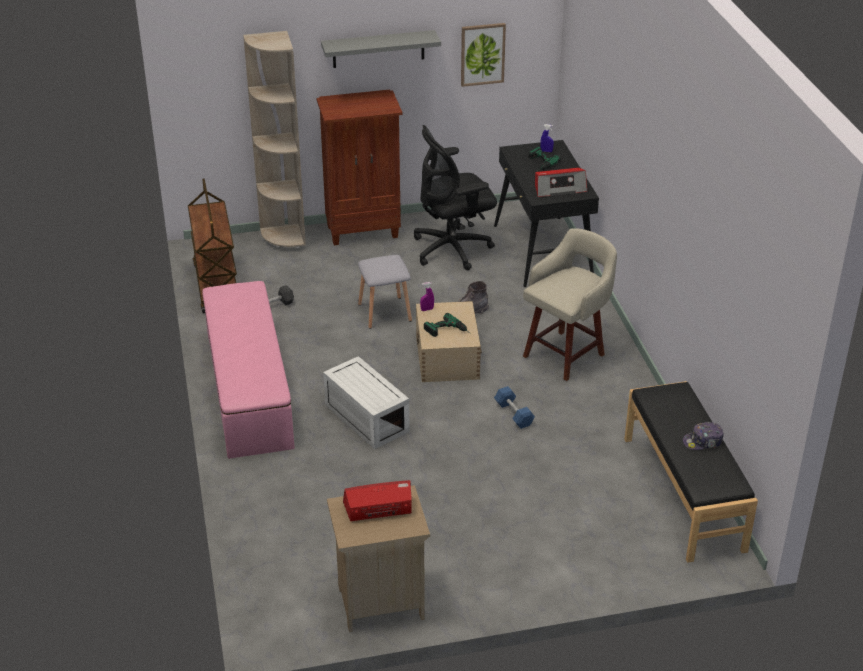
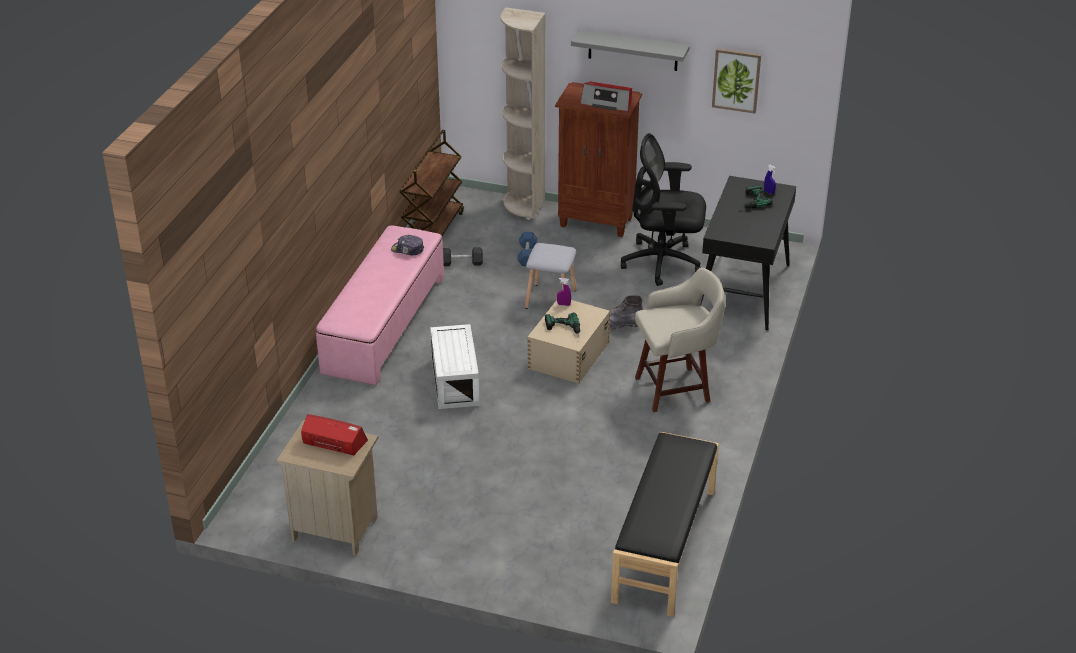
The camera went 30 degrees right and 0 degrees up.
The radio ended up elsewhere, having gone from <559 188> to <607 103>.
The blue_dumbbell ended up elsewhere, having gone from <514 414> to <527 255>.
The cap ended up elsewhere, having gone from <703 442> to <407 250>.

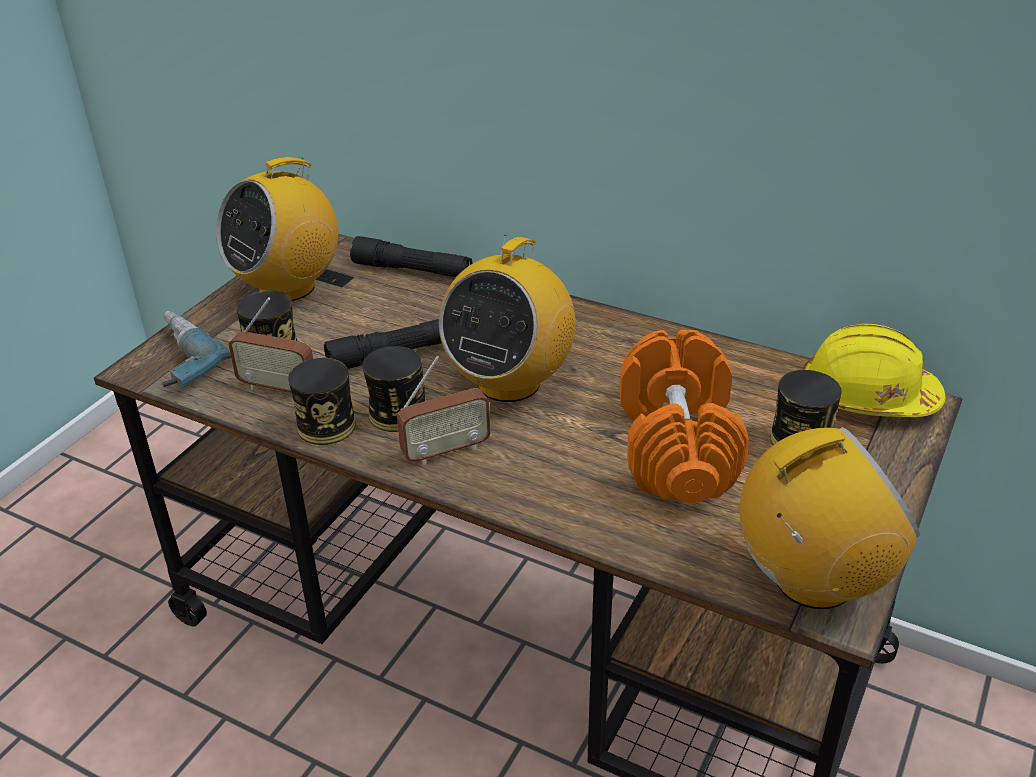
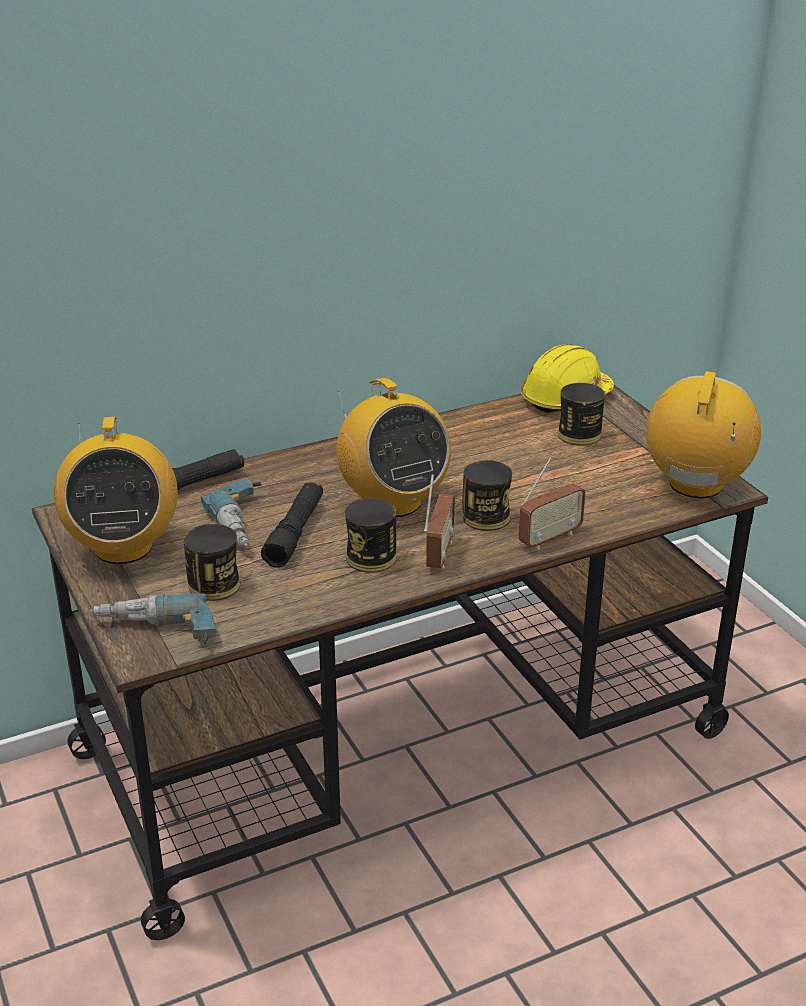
The camera went 55 degrees left and 5 degrees down.
The radio ended up elsewhere, having gone from <278 388> to <549 538>.
The second view lost the orange_dumbbell at <678 446>.
The can ended up elsewhere, having gone from <326 426> to <486 517>.
The second view gained the power_drill at <247 524>.

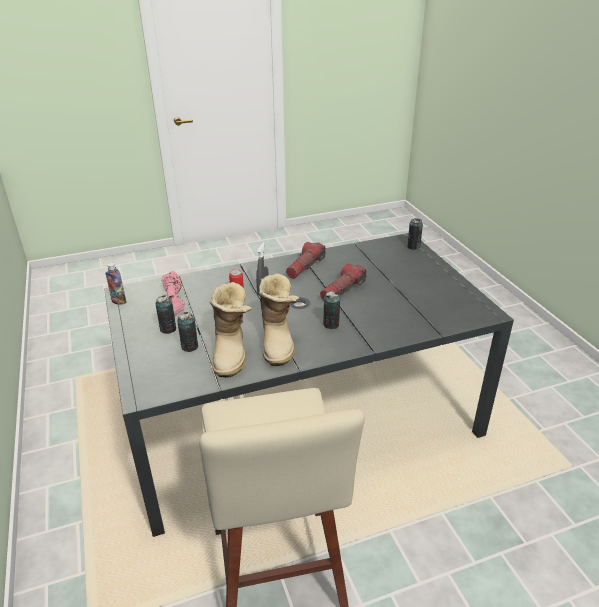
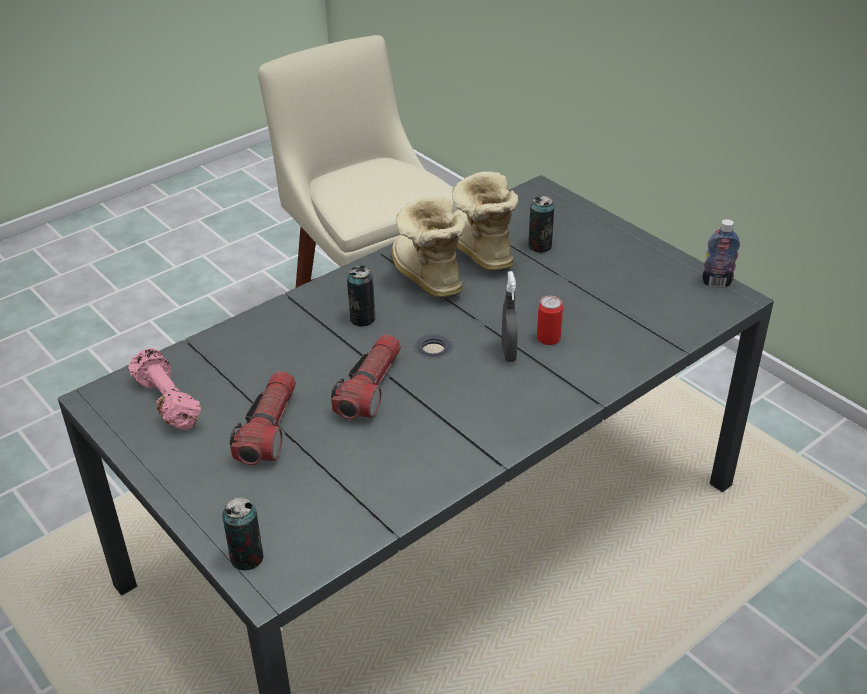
The camera went 160 degrees right and 5 degrees up.
The flashlight ended up elsewhere, having gone from <305 266> to <268 429>.
The pink_dumbbell ended up elsewhere, having gone from <174 302> to <166 402>.
The second view lost the can at <168 329>.

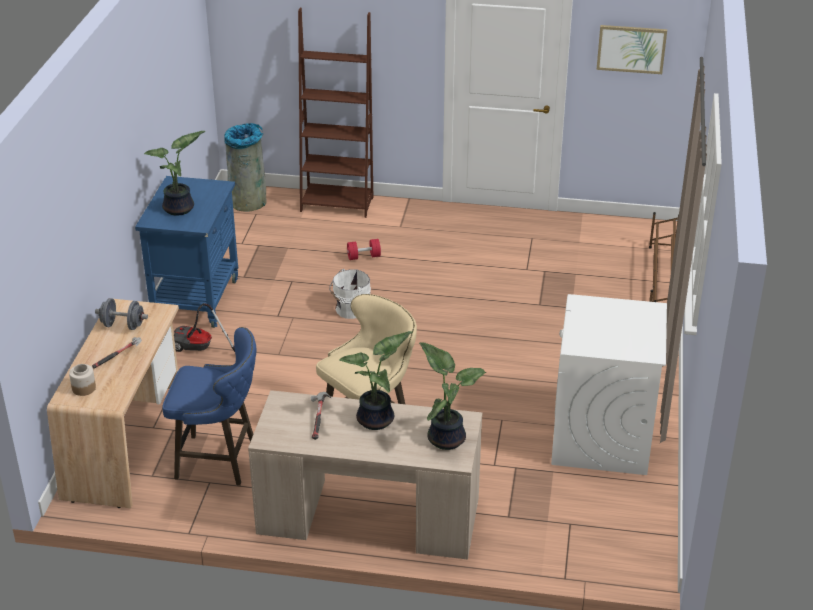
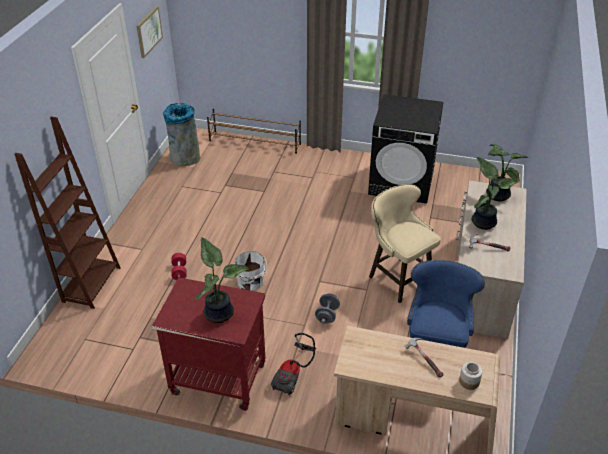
The camera went 85 degrees left and 5 degrees up.
The grey_trash_can ended up elsewhere, having gone from <248 200> to <185 158>.
What was the blue_cart at <197 300> turned into the red_cart at <217 380>.
What was the white_washing_machine at <601 437> turned into the black_washing_machine at <401 182>.
The grey_dumbbell ended up elsewhere, having gone from <123 325> to <327 315>.

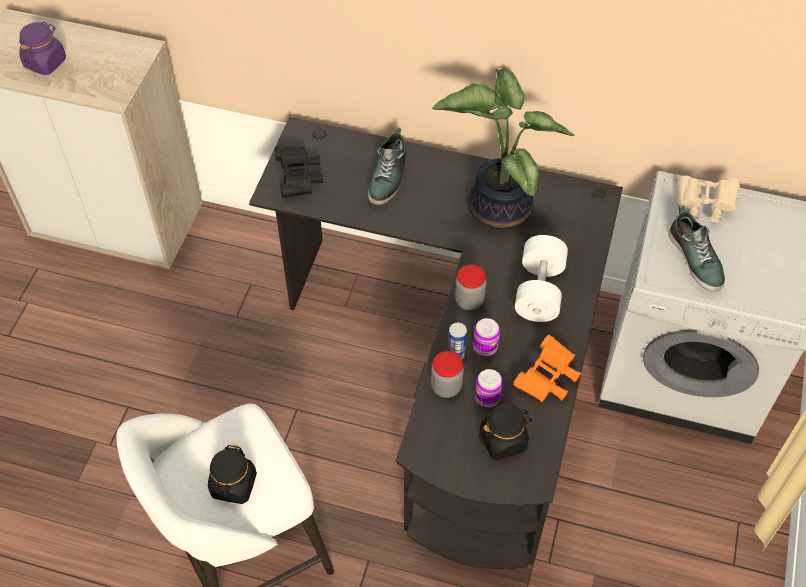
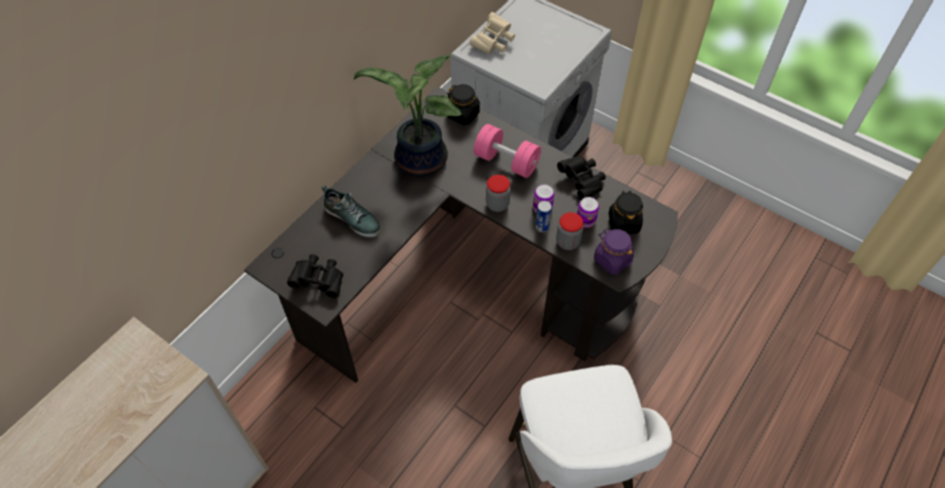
The camera went 70 degrees left and 0 degrees up.
The purple_jar ended up elsewhere, having gone from <45 62> to <612 260>.
The second view lost the shoe at <696 258>.
What was the white_dumbbell at <539 290> turned into the pink_dumbbell at <506 161>.
What was the orange_binoculars at <548 379> turned into the black_binoculars at <582 182>.
The black_jar ended up elsewhere, having gone from <233 485> to <463 115>.

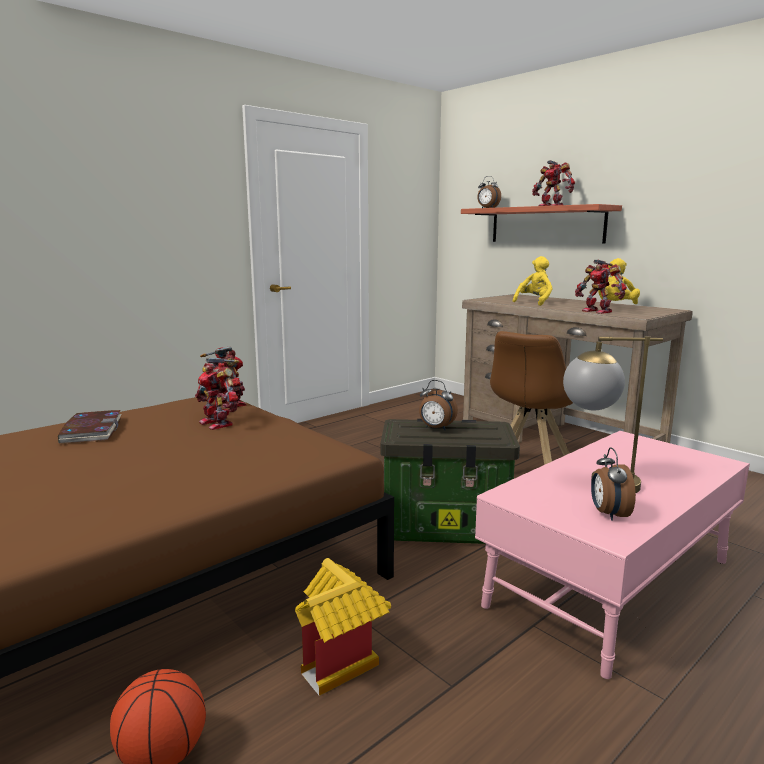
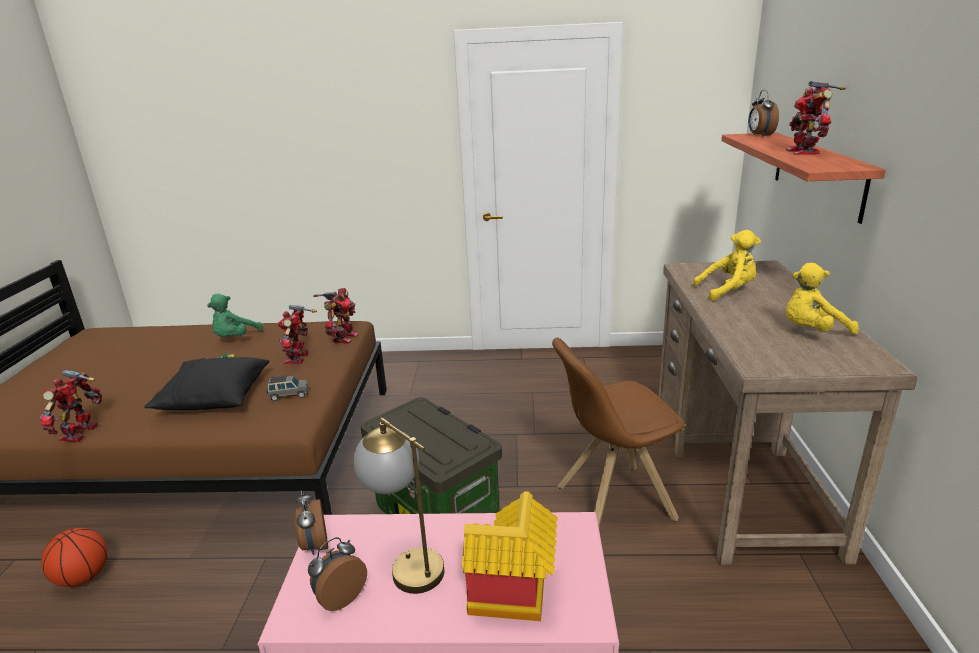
The camera went 45 degrees right and 10 degrees up.
The toy_robot ended up elsewhere, having gone from <598 311> to <82 432>.
The alarm_clock ended up elsewhere, having gone from <436 428> to <314 545>.
Where the book stood at <91 430>, the green_plush_toy came to stand at <235 338>.
The toy_house ended up elsewhere, having gone from <342 662> to <513 597>.
The second view gained the black_pillow at <215 398>.
The second view gained the grey_toy_car at <288 395>.

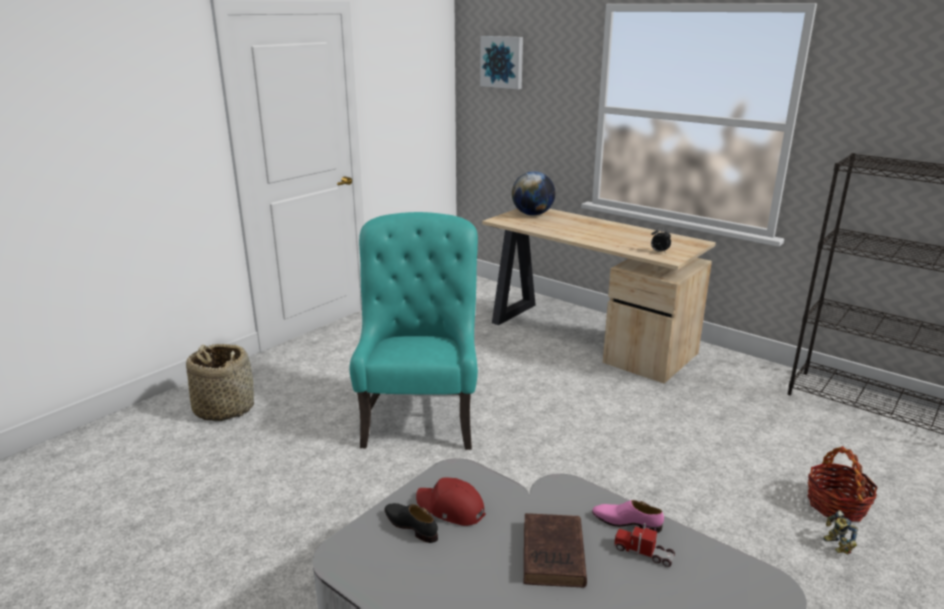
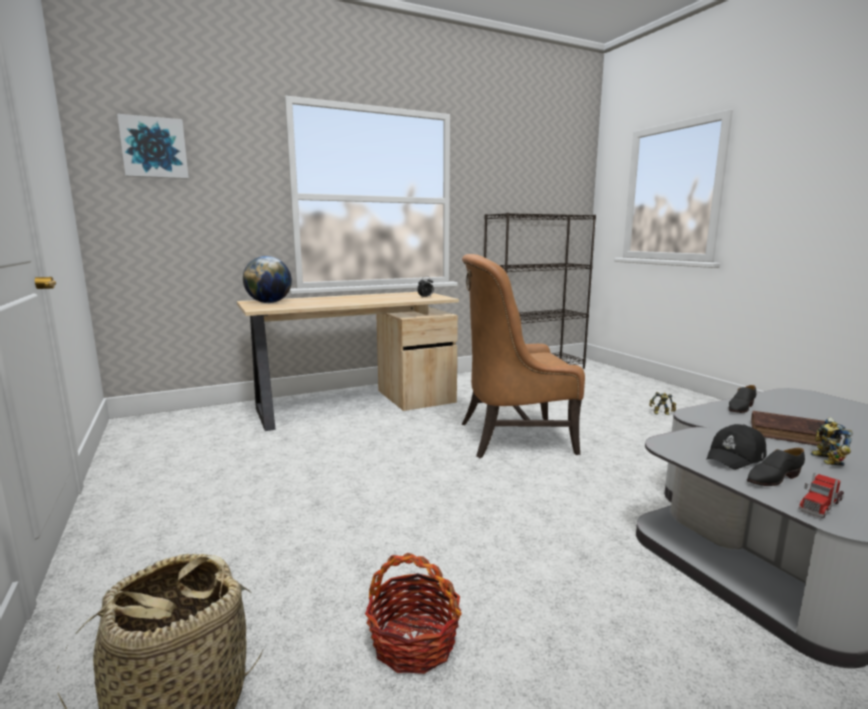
The camera went 65 degrees left and 10 degrees down.
The second view lost the turquoise_chair at <420 417>.
The basket ended up elsewhere, having gone from <836 505> to <413 642>.
What was the red_cap at <450 508> turned into the black_cap at <736 457>.
What was the pink_shoe at <626 522> turned into the black_shoe at <740 408>.
The toy_truck ended up elsewhere, having gone from <643 553> to <821 505>.
The second view gained the brown_chair at <513 437>.
The second view gained the toy_robot at <825 460>.

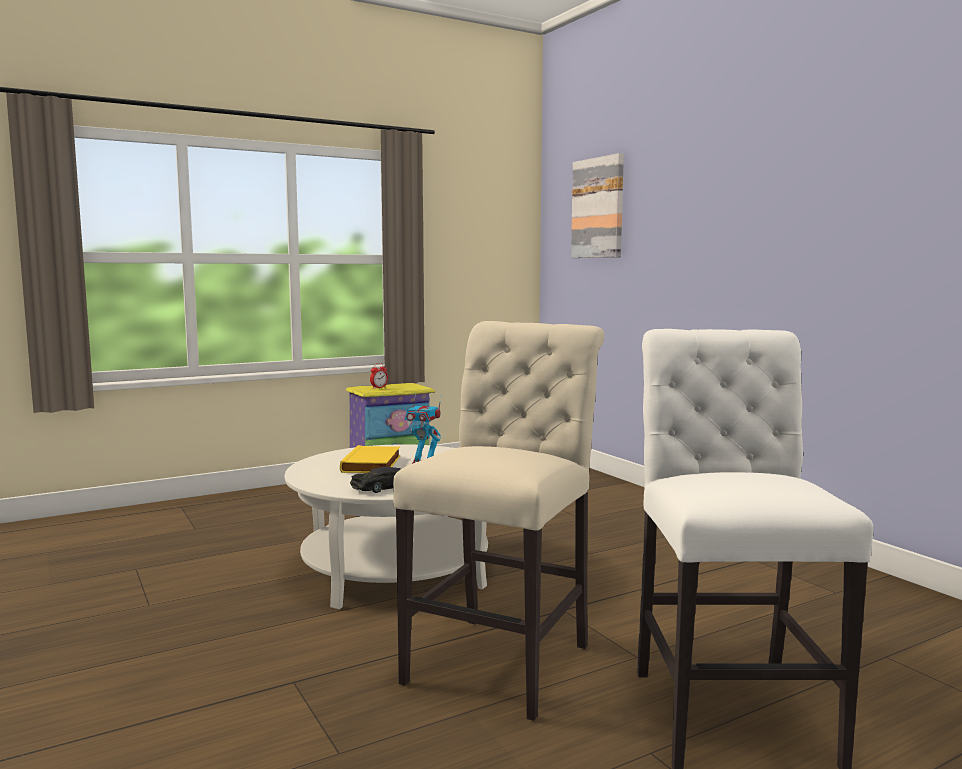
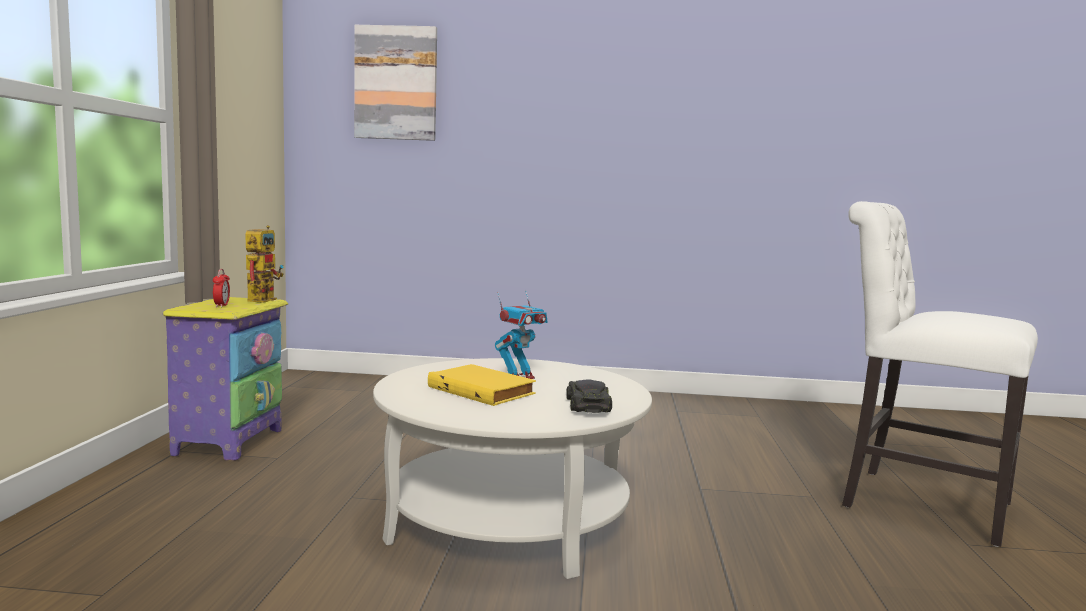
The camera went 55 degrees left and 0 degrees up.
The second view lost the beige_stool at <505 660>.
The second view gained the toy_robot at <263 299>.

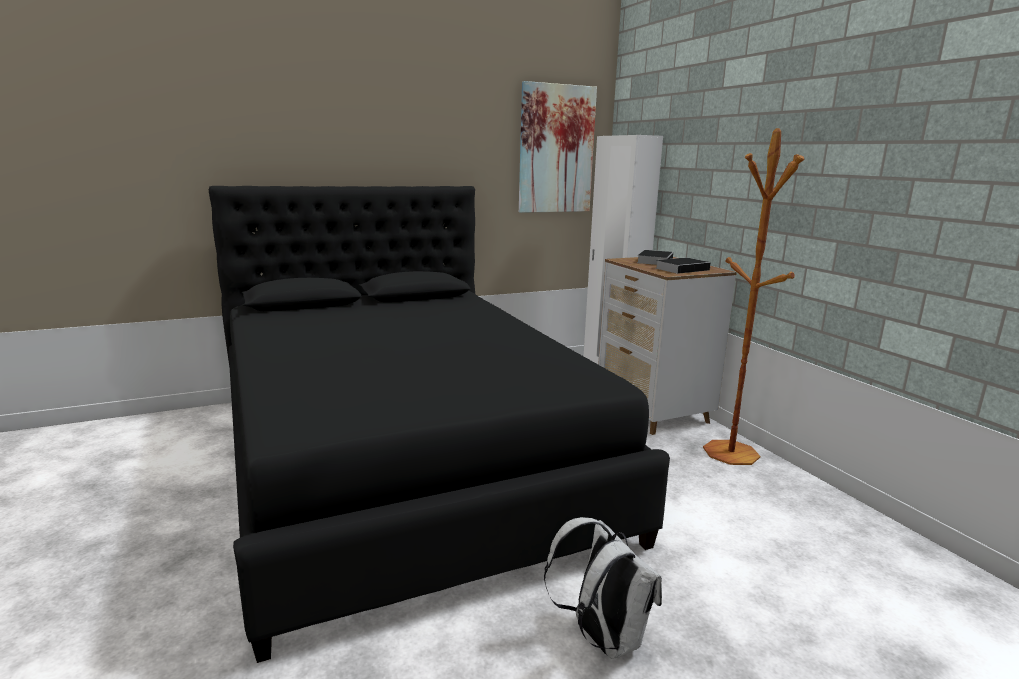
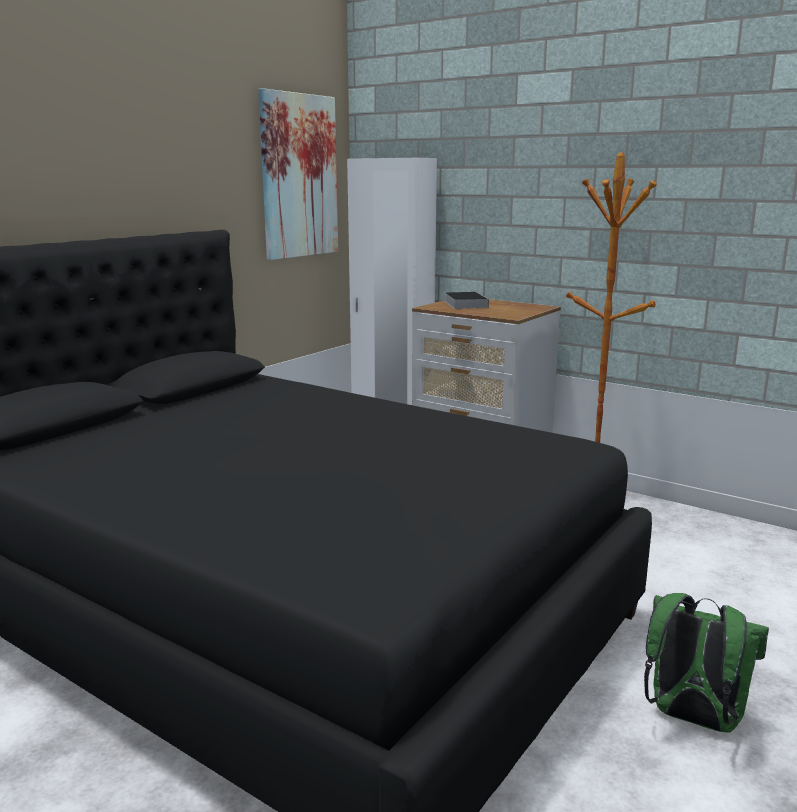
The camera went 30 degrees left and 0 degrees up.
The second view lost the book at <682 269>.
What was the white_backpack at <601 637> turned into the green_backpack at <691 718>.

